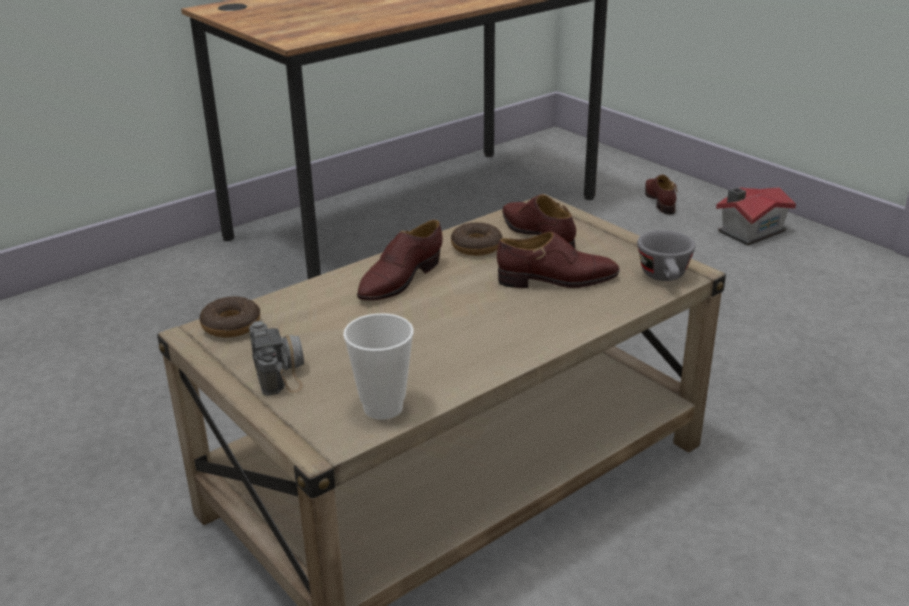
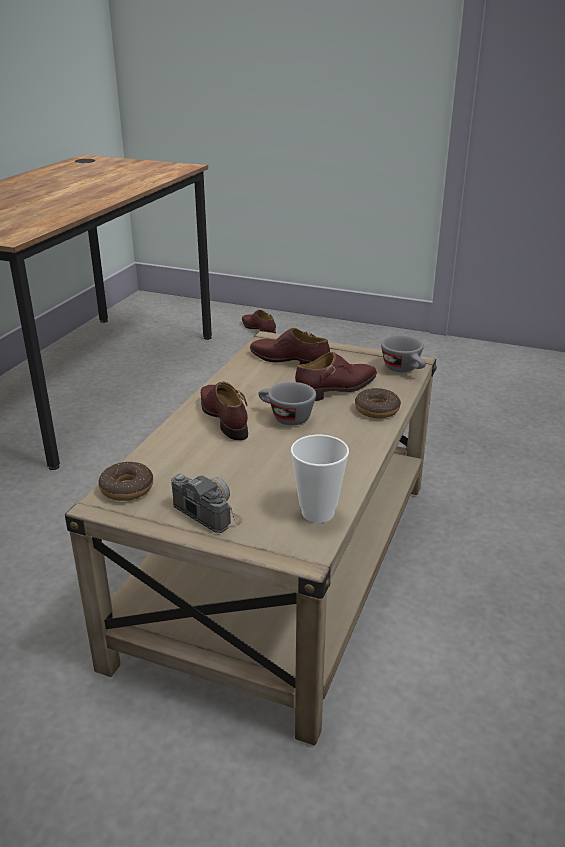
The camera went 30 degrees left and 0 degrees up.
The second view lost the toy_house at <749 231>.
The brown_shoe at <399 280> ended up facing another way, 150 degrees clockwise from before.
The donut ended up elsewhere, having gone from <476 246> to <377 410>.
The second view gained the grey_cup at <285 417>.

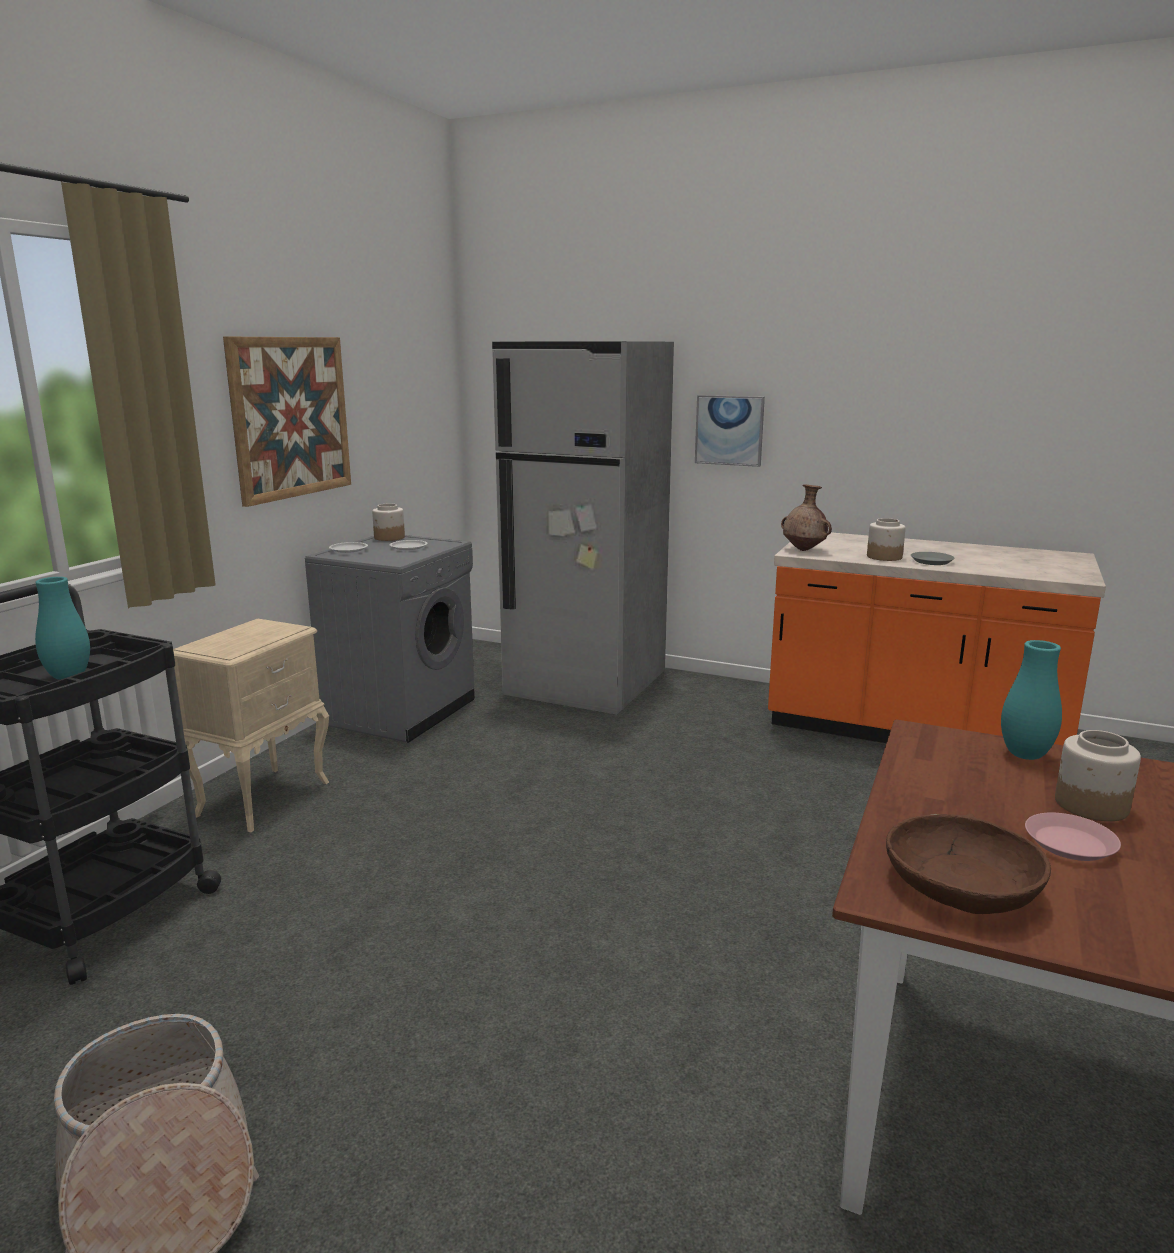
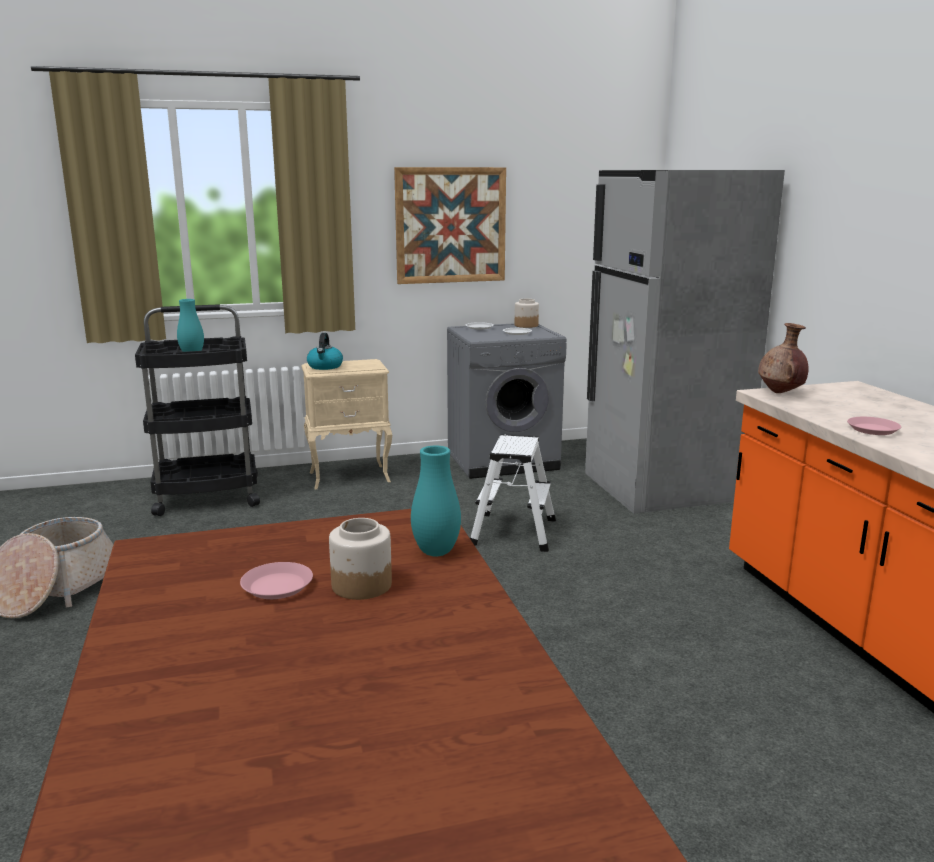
The camera went 50 degrees right and 0 degrees up.
The second view lost the picture at <729 430>.
The second view lost the jar at <884 557>.
What was the grey_plate at <932 561> turned into the pink_plate at <873 429>.
The second view lost the brown_bowl at <961 883>.
The second view gained the kettle at <325 366>.
The second view gained the white_step_ladder at <513 531>.

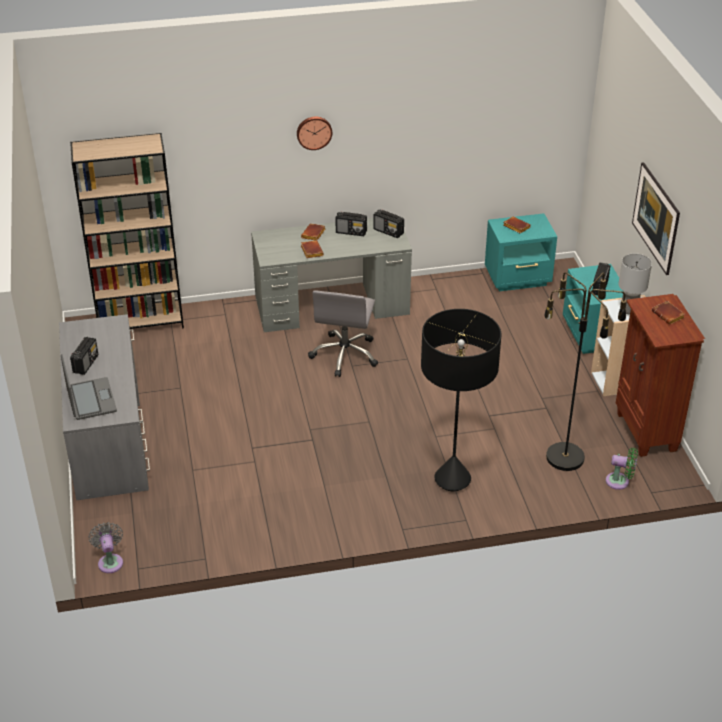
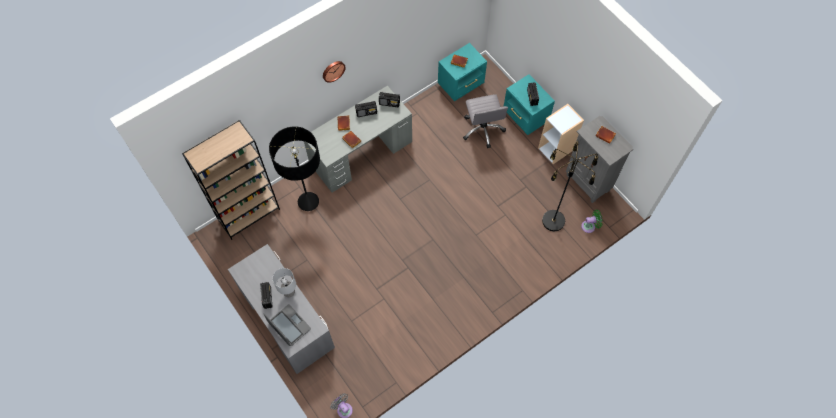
The camera went 25 degrees left and 25 degrees up.
The second view lost the picture at <653 233>.
The grey_table_lamp ended up elsewhere, having gone from <629 311> to <289 292>.
The grey_office_chair ended up elsewhere, having gone from <345 355> to <483 129>.
What was the brown_cabinet at <645 433> turned into the grey_cabinet at <587 183>.
The black_floor_lamp ended up elsewhere, having gone from <452 481> to <308 202>.

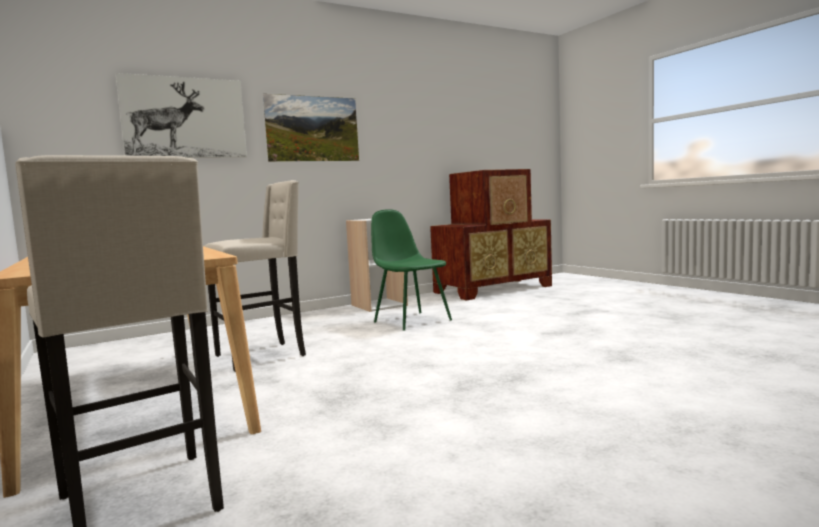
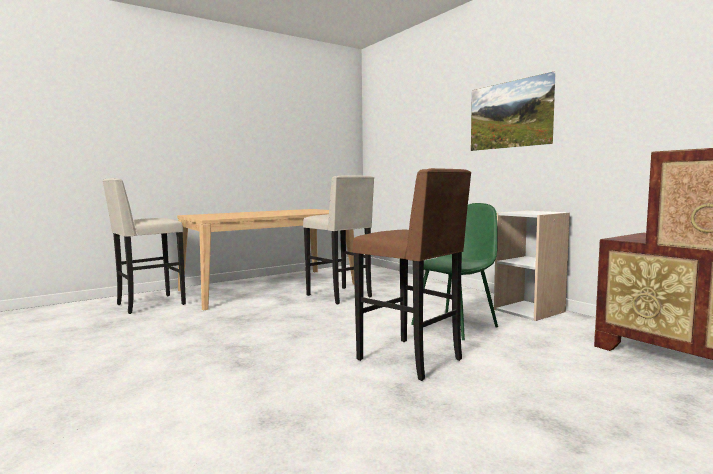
The camera went 85 degrees right and 0 degrees up.
The second view lost the picture at <184 118>.
The second view gained the brown_stool at <412 360>.

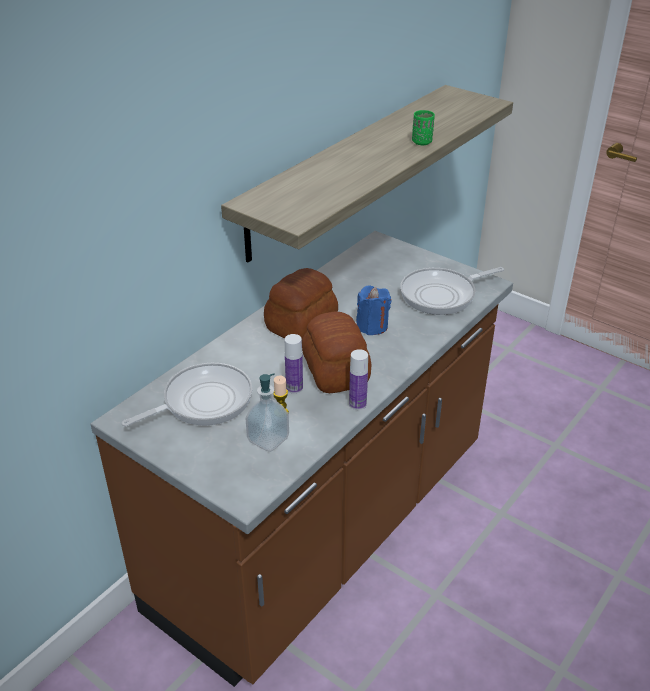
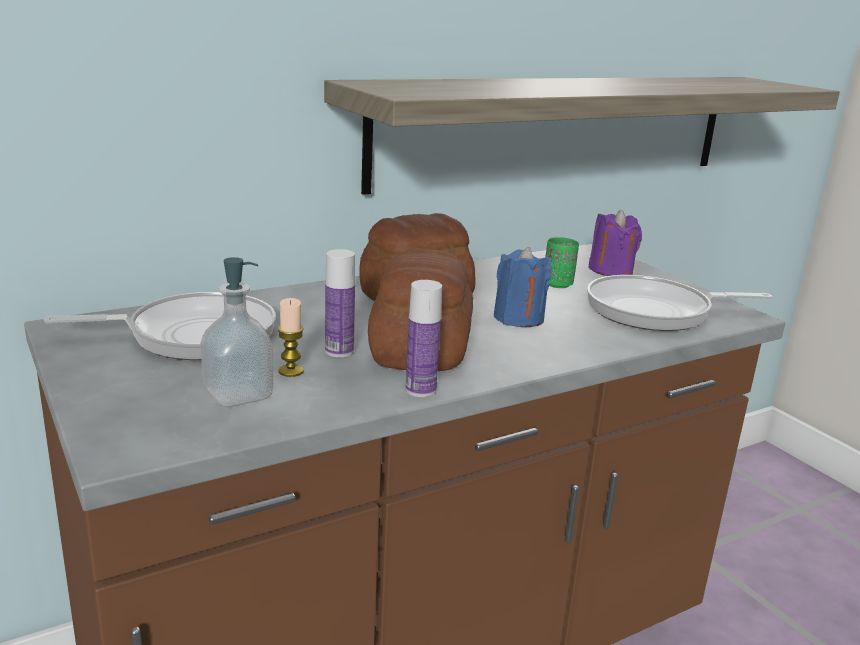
The camera went 20 degrees right and 15 degrees down.
The green_cup ended up elsewhere, having gone from <422 142> to <558 284>.
The second view gained the purple_candle at <611 270>.

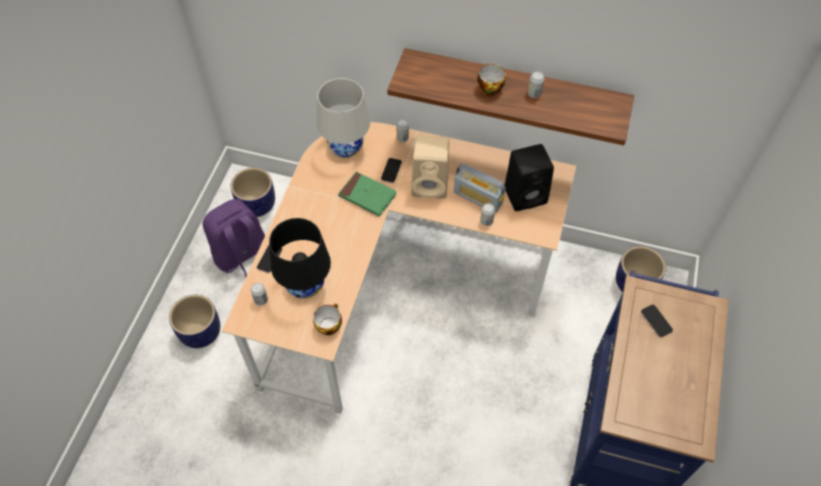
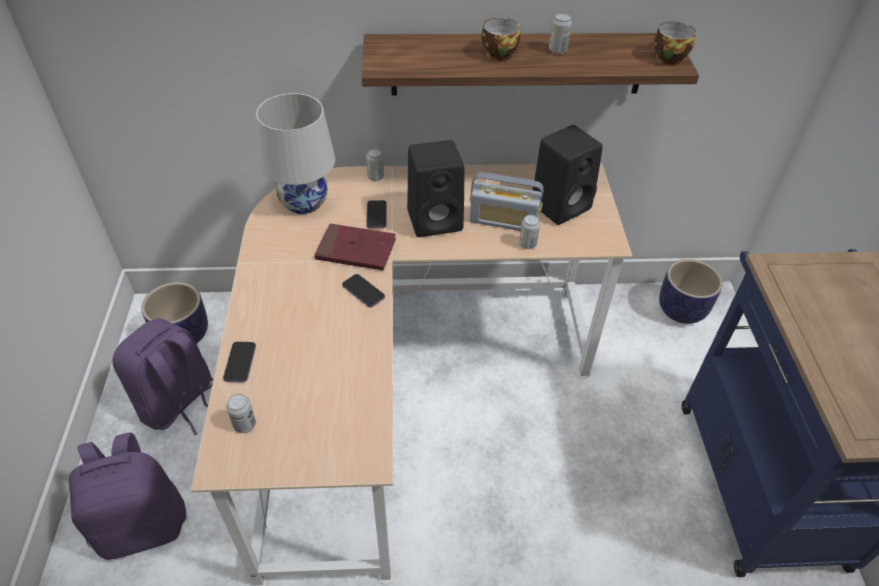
The camera went 20 degrees left and 10 degrees down.
What was the beige_speaker at <431 185> turned into the black_speaker at <436 220>.
What was the green_book at <367 195> turned into the red_book at <356 250>.
The second view lost the black_table_lamp at <305 285>.
Where the planter stood at <201 332>, the purple_backpack came to stand at <143 524>.
The cup ended up elsewhere, having gone from <328 325> to <668 57>.
The phone ended up elsewhere, having gone from <656 321> to <363 292>.

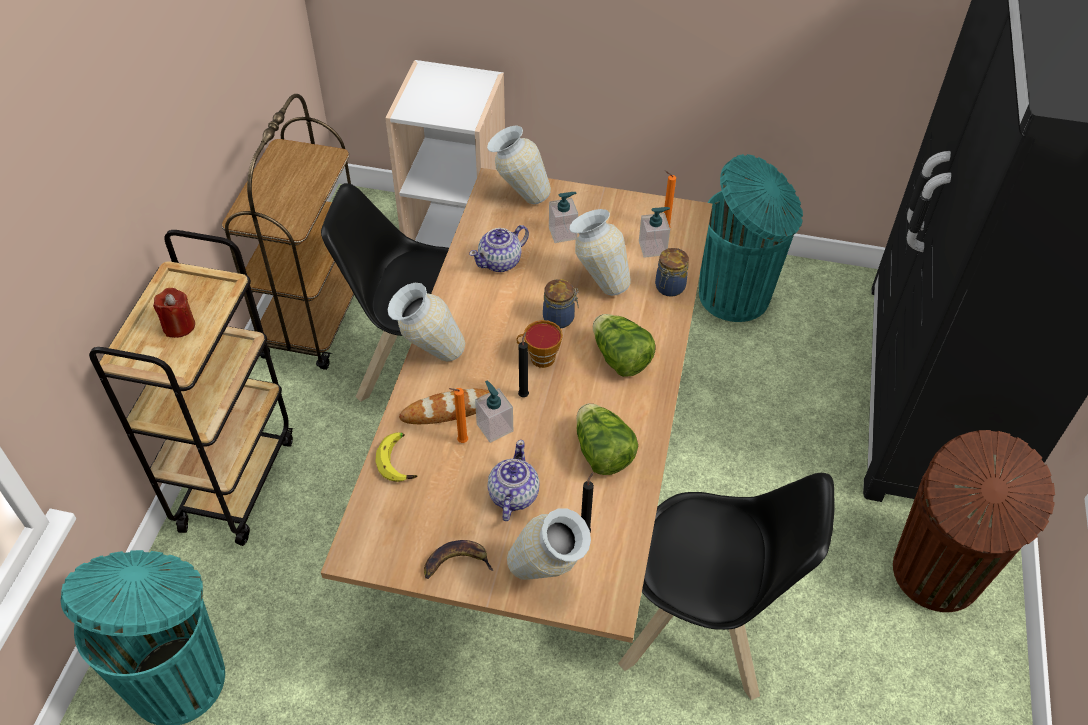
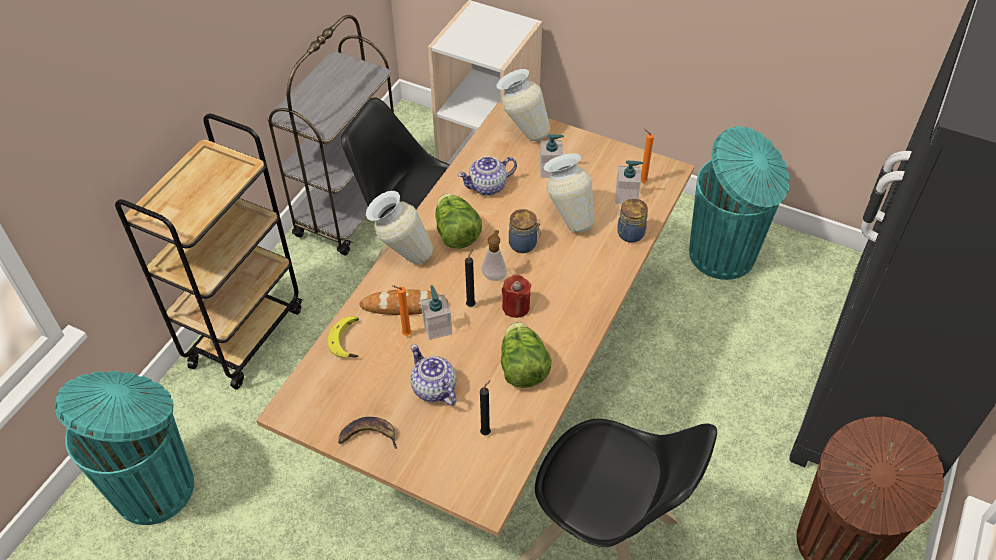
The camera went 15 degrees right and 0 degrees up.
What was the brown_cart at <316 317> turned into the grey_cart at <350 209>.
The red_candle ended up elsewhere, having gone from <179 326> to <516 307>.
The lettuce ended up elsewhere, having gone from <620 359> to <456 233>.
Where the cup stood at <539 358>, the soap_dispenser came to stand at <494 275>.
The teapot at <512 495> ended up facing another way, 60 degrees counterclockwise from before.
The second view lost the vase at <547 577>.

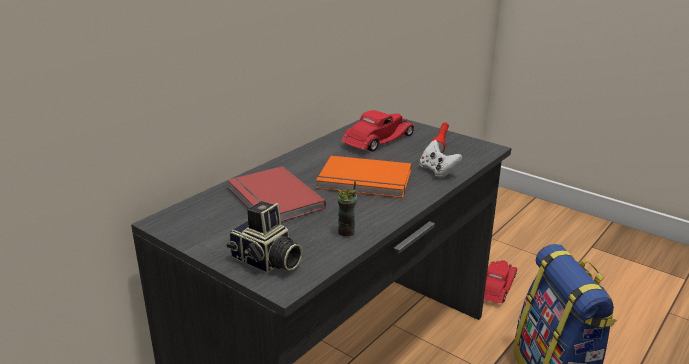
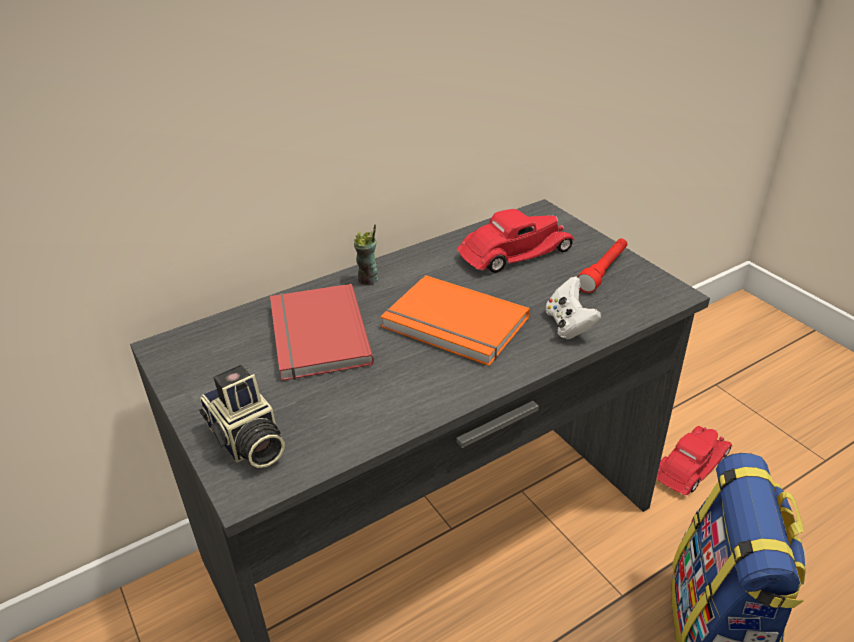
The camera went 20 degrees right and 10 degrees up.
The cup ended up elsewhere, having gone from <347 232> to <368 280>.

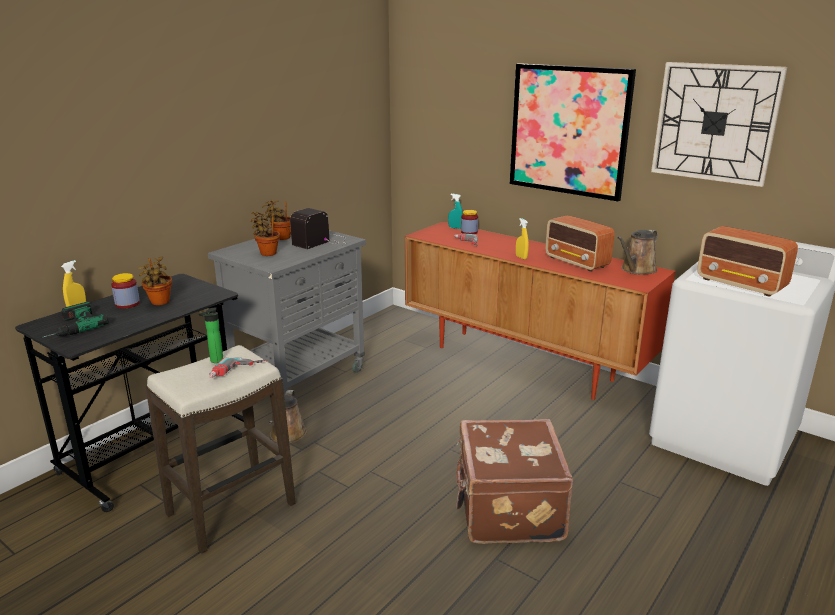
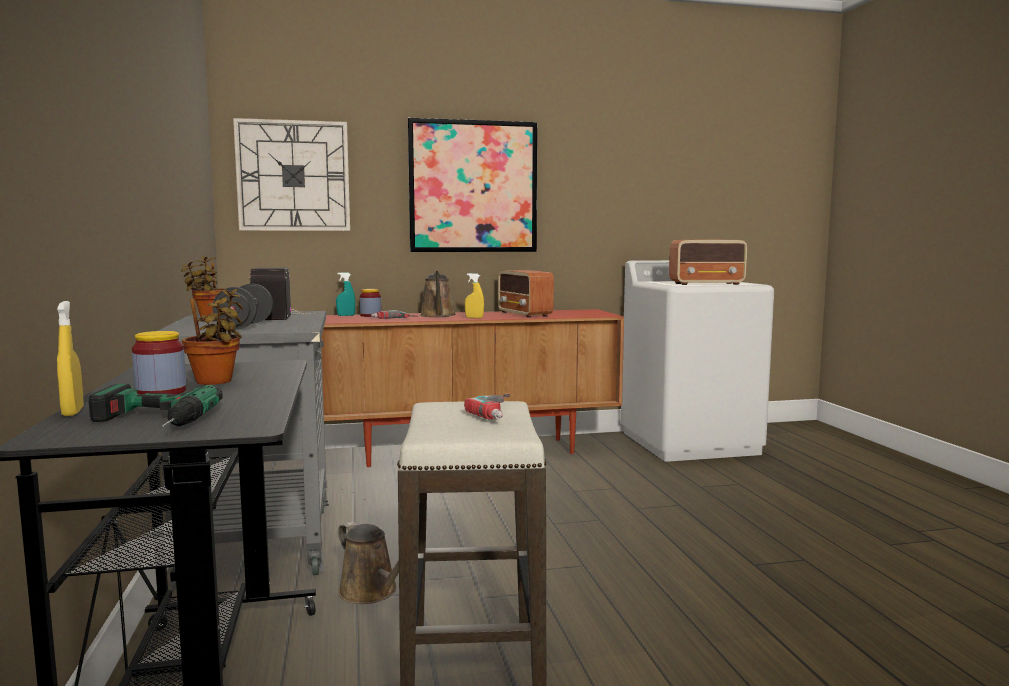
The camera went 50 degrees left and 15 degrees down.
The wall_clock ended up elsewhere, having gone from <715 123> to <293 176>.
Where the potted_plant stood at <267 253>, the black_dumbbell came to stand at <245 326>.
The radio at <577 262> ended up facing another way, 60 degrees clockwise from before.
The brown_watering_can ended up elsewhere, having gone from <637 270> to <438 315>.
The second view lost the bottle at <215 361>.
The second view lost the brown_suitcase at <507 509>.

